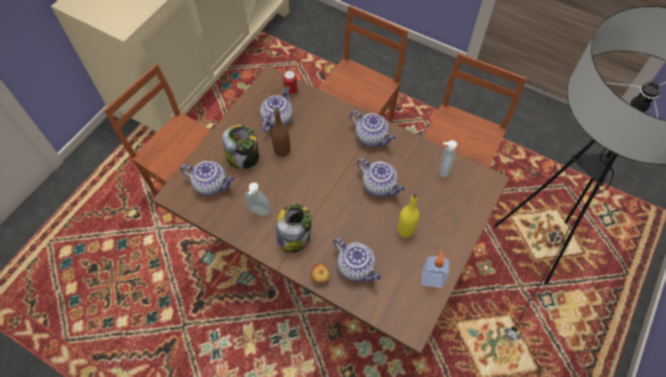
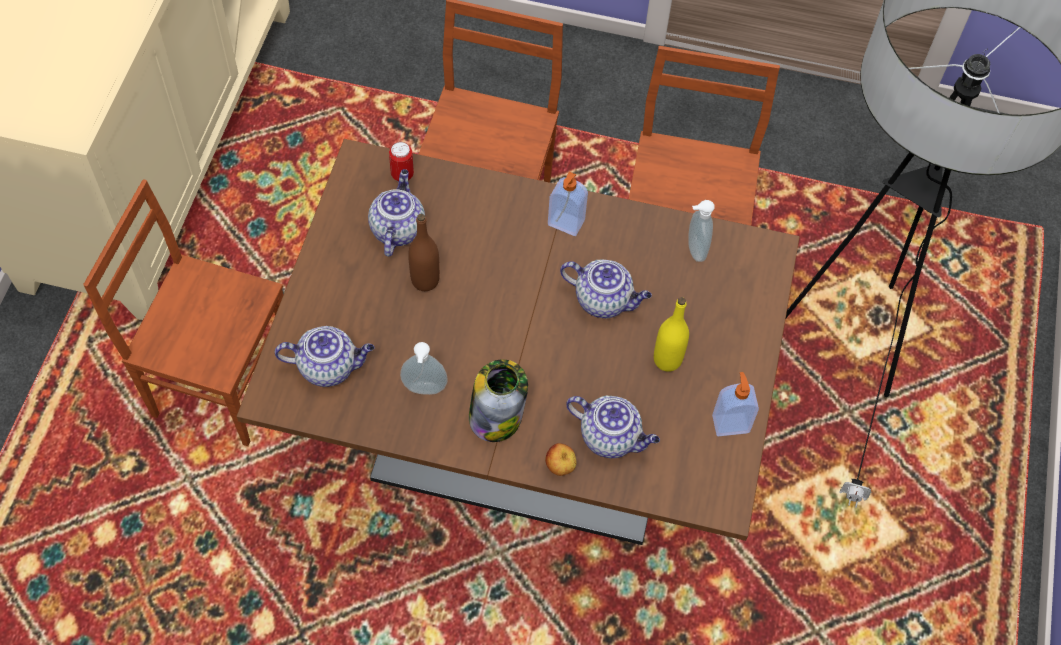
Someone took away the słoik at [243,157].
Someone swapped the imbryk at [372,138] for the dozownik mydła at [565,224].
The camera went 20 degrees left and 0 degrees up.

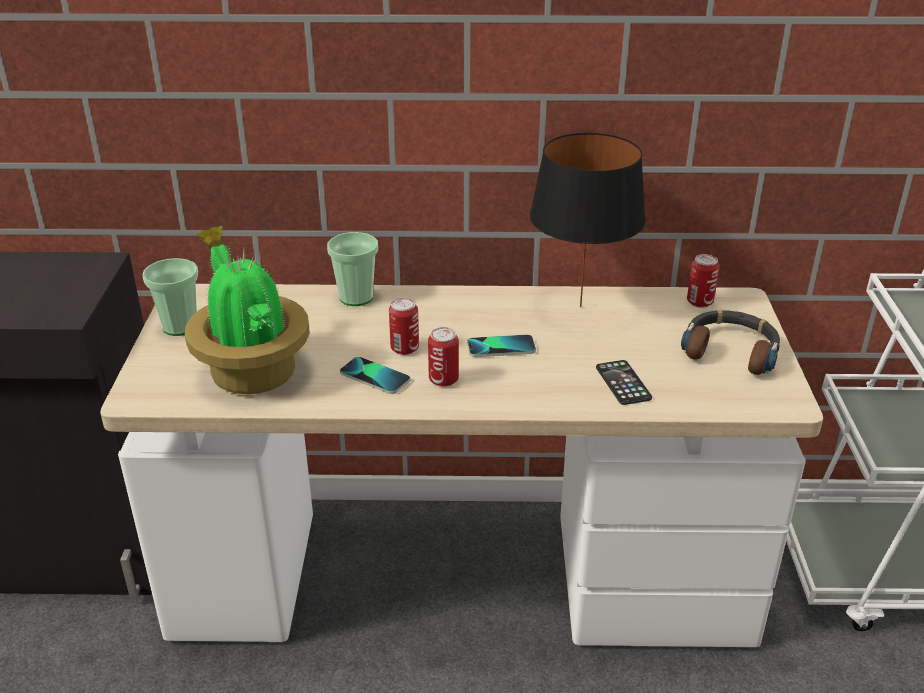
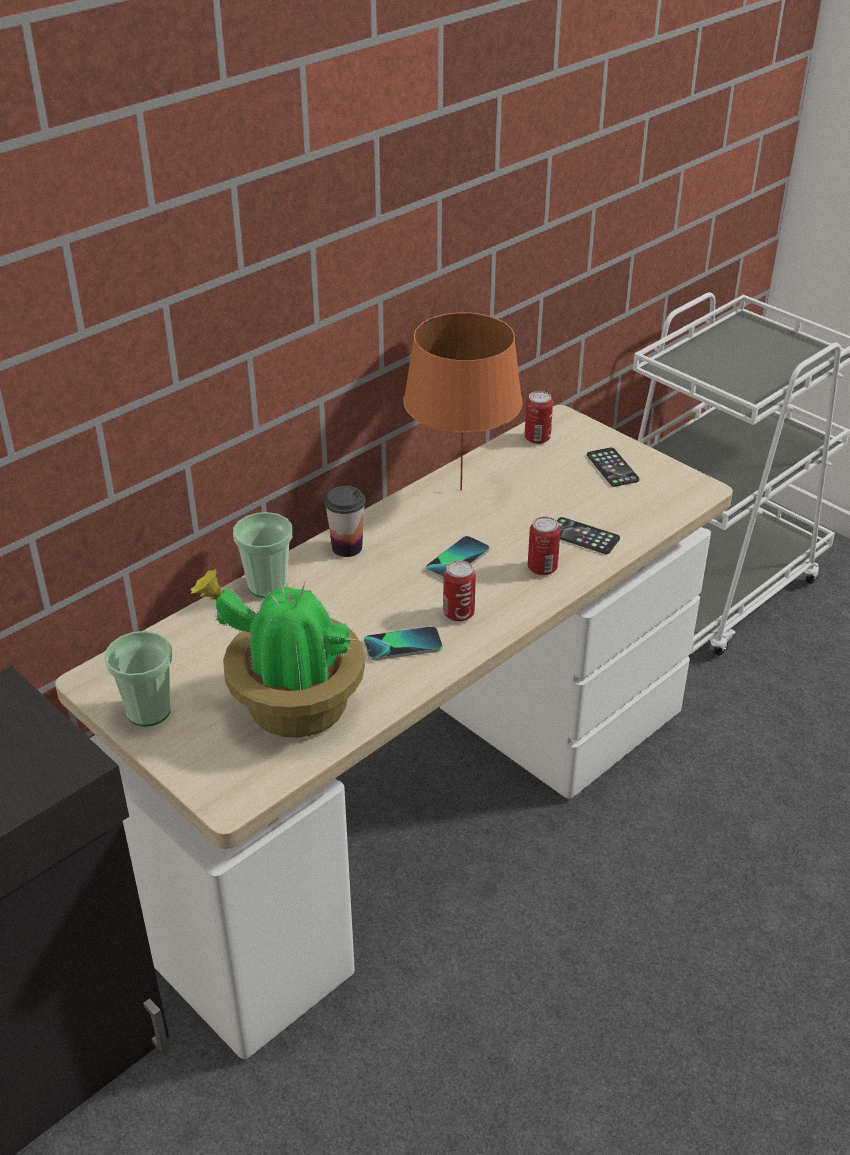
Someone put down the filiżanka at [347,547].
Someone carried the puszka from [404,348] to [542,568].
Someone swapped the słuchawki at [731,350] for the telefon at [612,468].
Someone repainted the lampa stołowa [czarny] at [580,307], which became the lampa stołowa [pomarańczowy] at [461,490].
The camera went 45 degrees left and 5 degrees up.

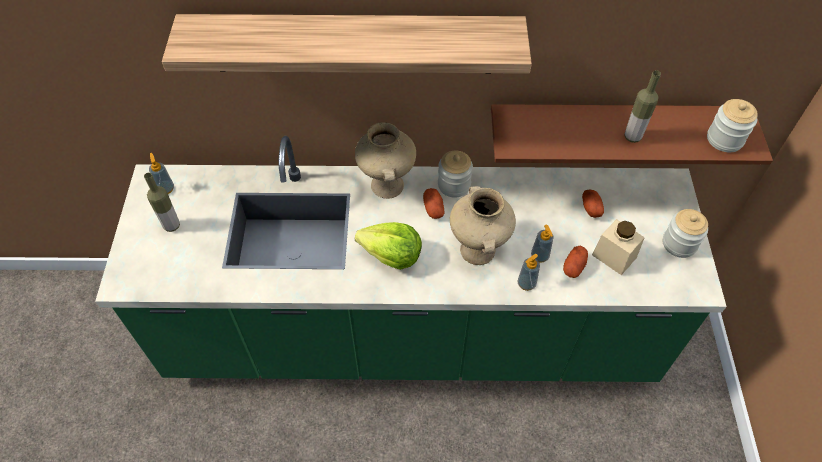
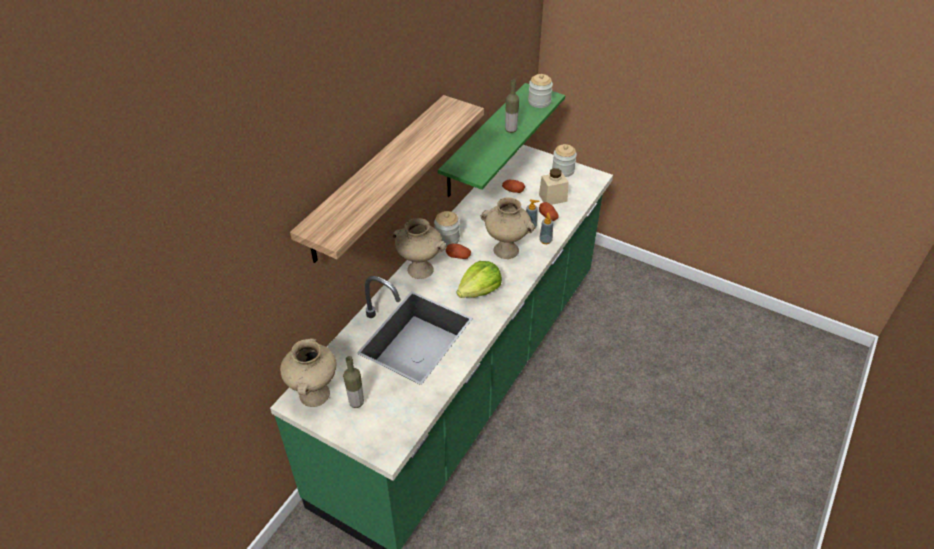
Someone swapped the dozownik mydła at [166,189] for the wazon [beżowy] at [315,395].
Someone repainted the półka [brązowy] at [614,127], which became the półka [zielony] at [483,141].
The camera went 60 degrees left and 10 degrees down.

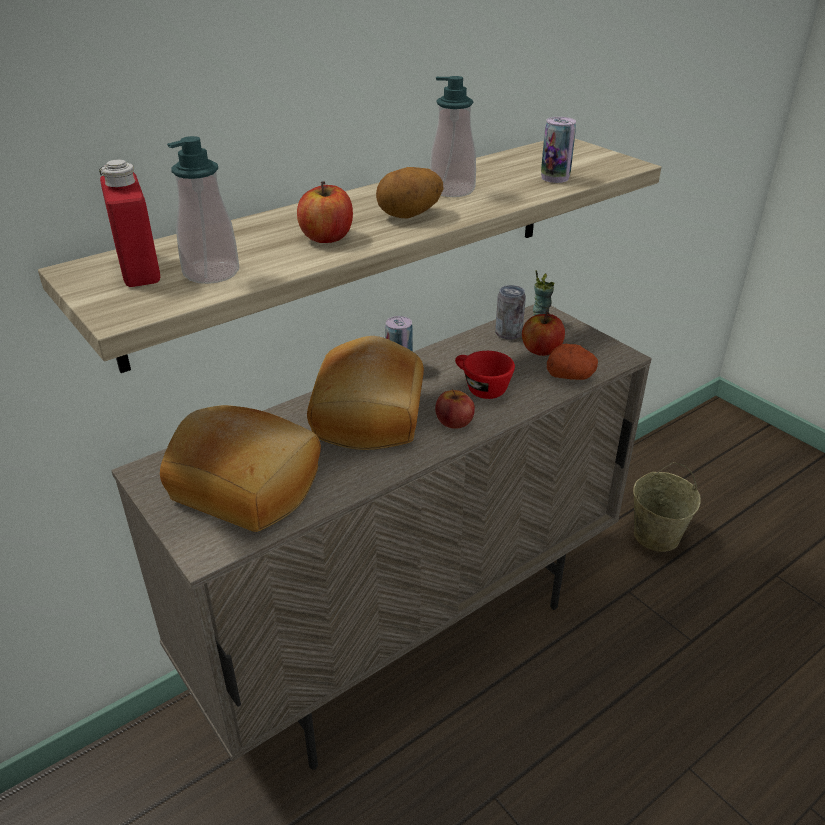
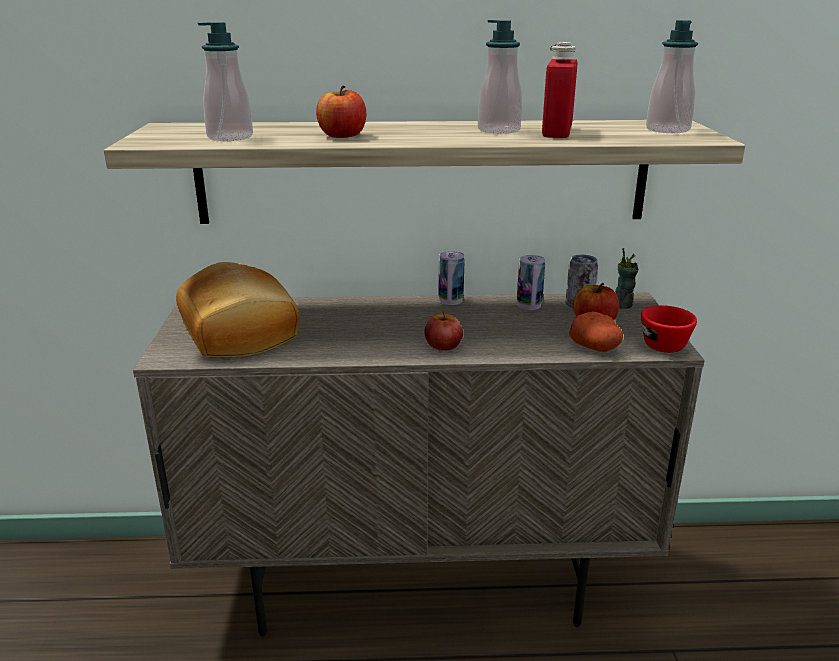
Someone took away the chleb at [372,416].
Someone took away the ziemniak at [410,215].
Someone took away the wiadro [beżowy] at [656,535].
Someone put down the dozownik mydła at [667,130].
Someone carried the butelka [czerwony] from [139,269] to [557,132].
Someone carried the filiżanka [czerwony] from [480,388] to [659,343].
Someone carried the puszka from [555,178] to [529,305].
The camera went 35 degrees right and 10 degrees down.

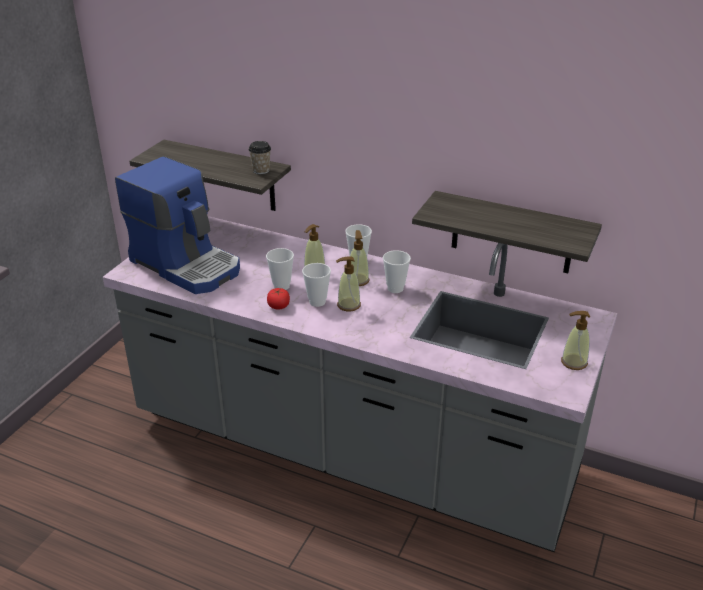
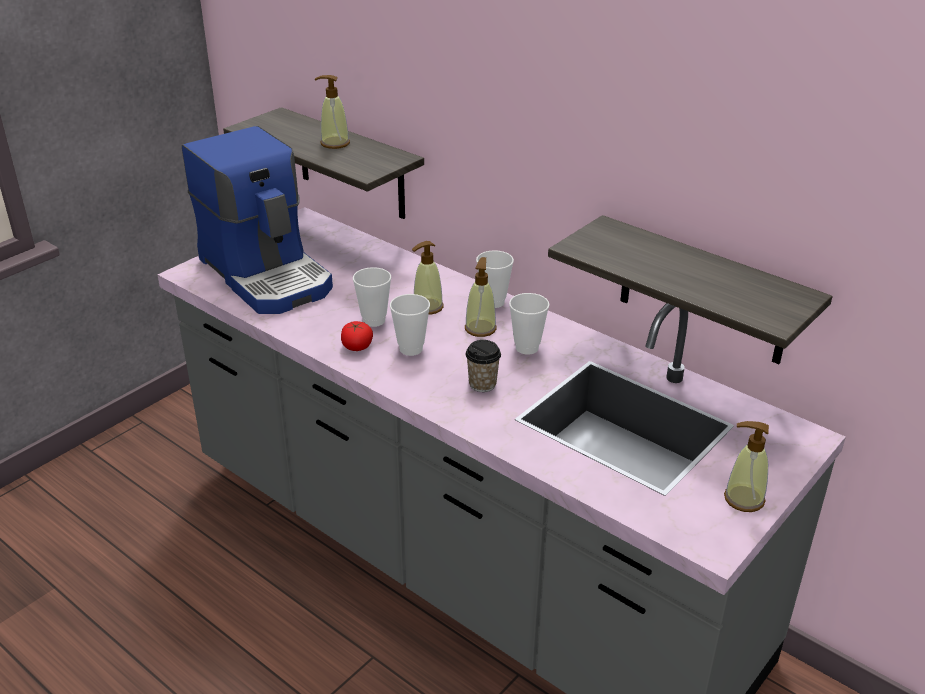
Someone carried the filiżanka from [261,170] to [482,384].
Someone carried the dozownik mydła from [348,305] to [334,143].
The camera went 15 degrees right and 0 degrees up.

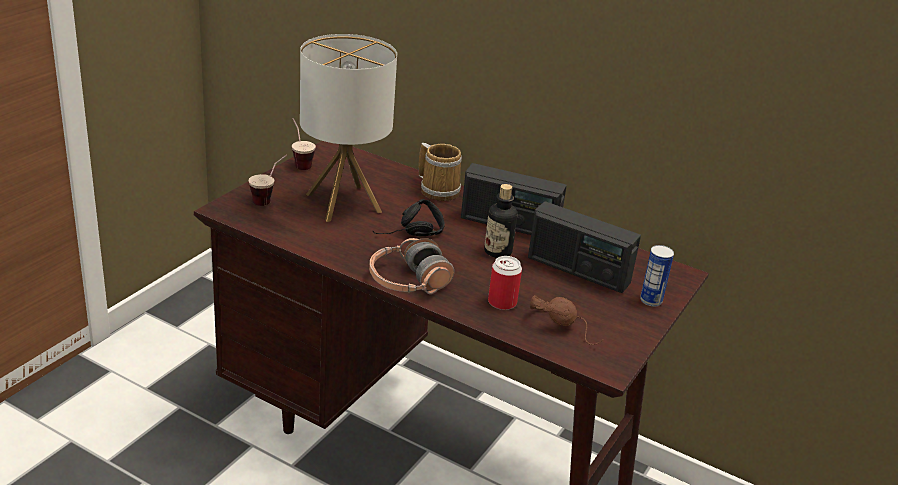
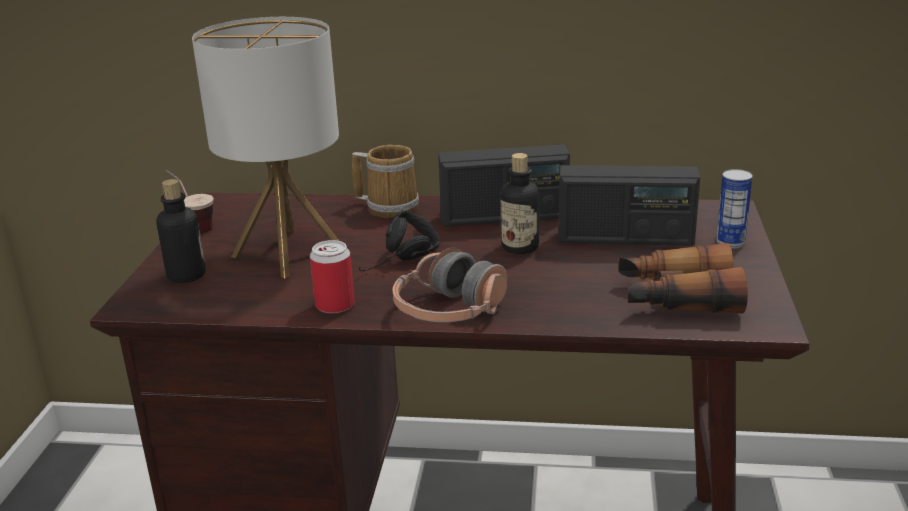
Someone carried the puszka from [502,302] to [335,305].
Someone swapped the filiżanka at [269,198] for the butelka at [186,275].
Someone swapped the słuchawki [brązowy] at [566,327] for the lornetka at [677,298].
The camera went 20 degrees left and 5 degrees down.

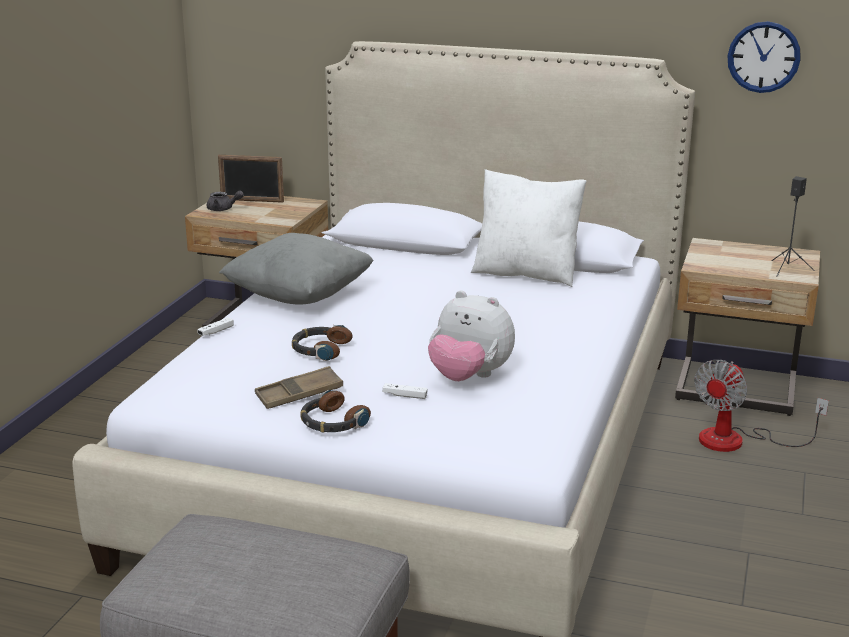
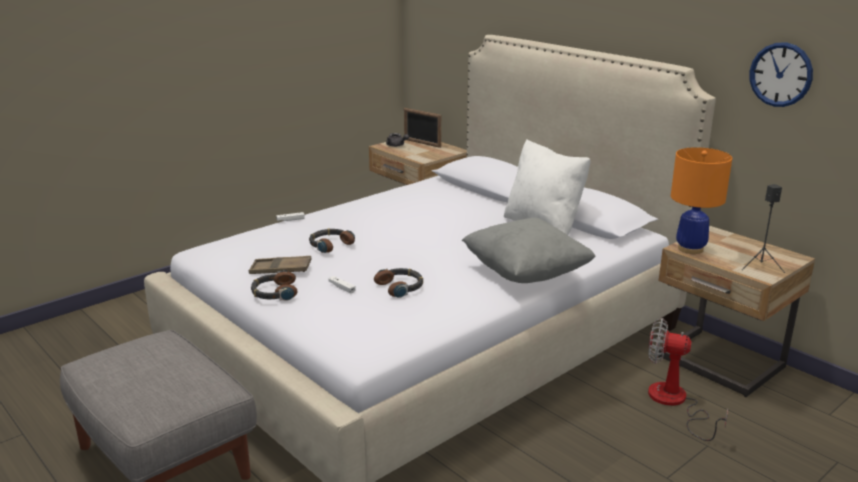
Someone put down the lampa stołowa [pomarańczowy] at [690,249].
Someone carried the poduszka [szary] from [299,296] to [526,273].
Someone swapped the pluszak at [469,377] for the słuchawki at [400,287].
Someone rotated the wentylator at [737,440] by 45 degrees clockwise.
The camera went 30 degrees right and 0 degrees up.

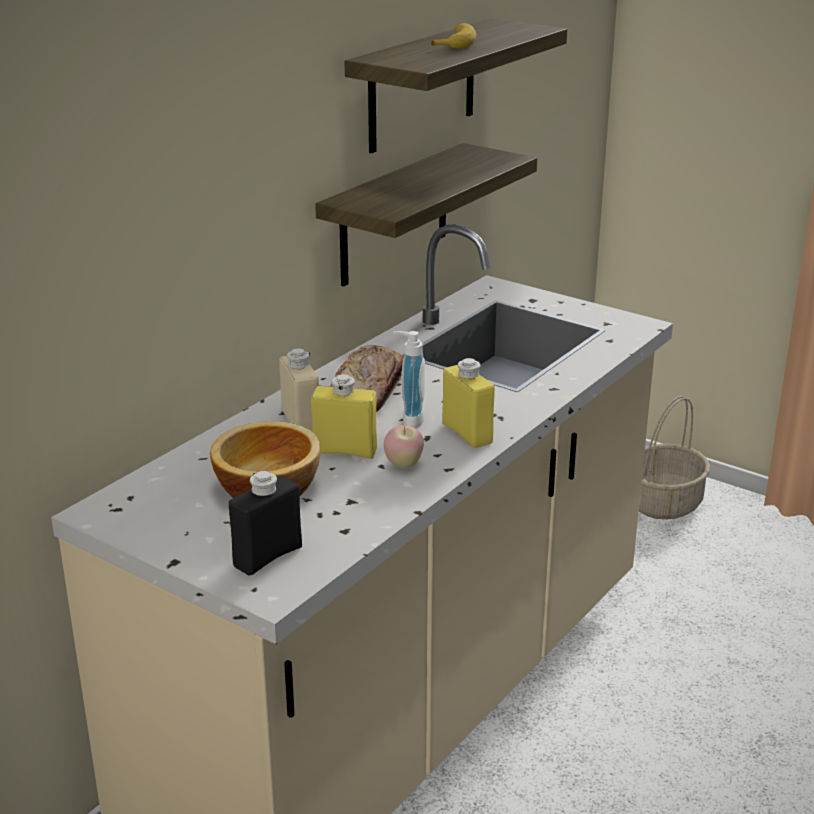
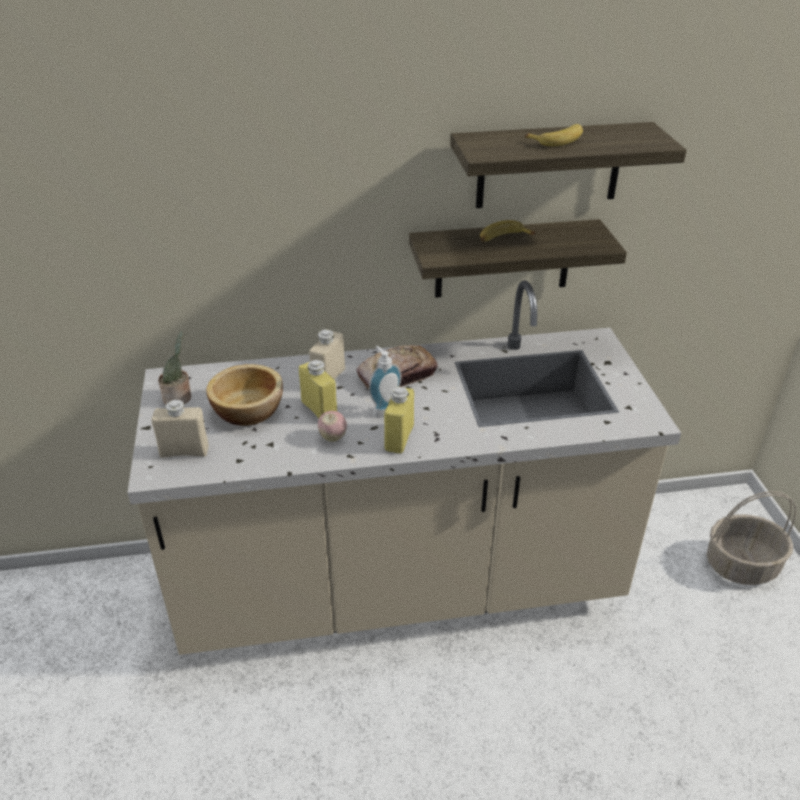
Someone put down the roślina doniczkowa at [179,398].
Someone put down the banan at [502,238].
Someone repainted the butelka [czarny] at [268,556], which became the butelka [beżowy] at [184,451].
The camera went 45 degrees right and 10 degrees up.

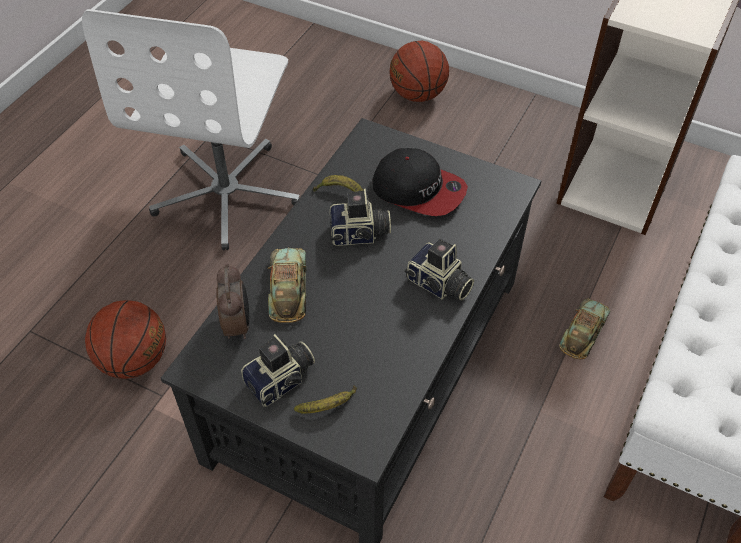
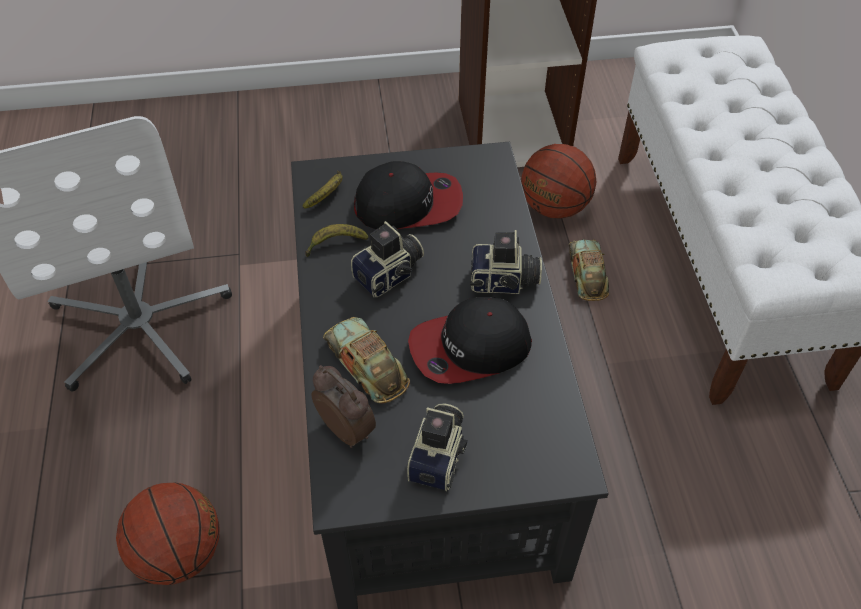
Someone put down the czapka z daszkiem at [470,348].
Someone carried the banan from [328,406] to [327,194].
Someone carried the piłka do koszykówki from [417,94] to [554,207].
The camera went 35 degrees left and 0 degrees up.

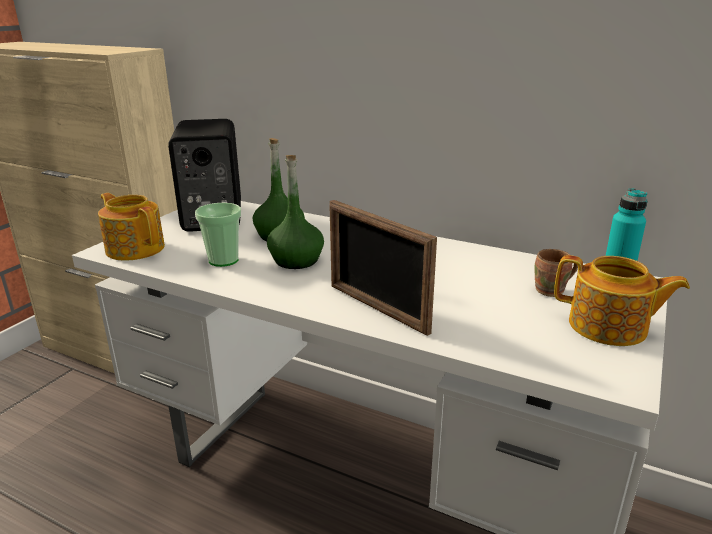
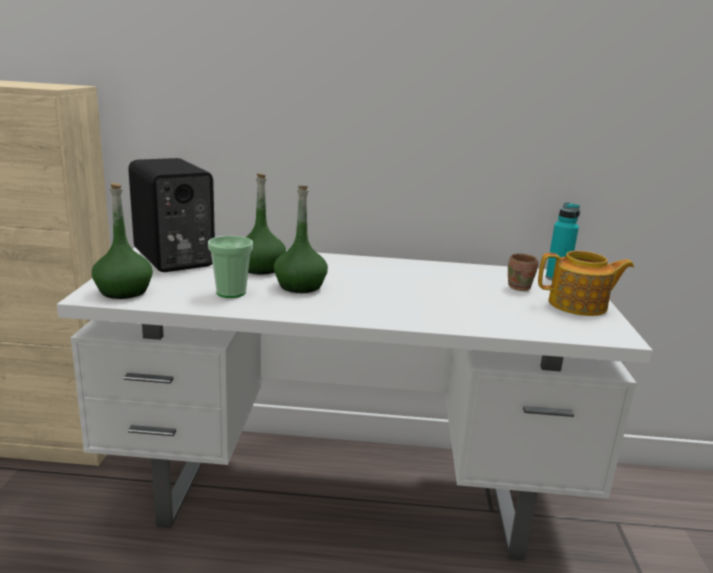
Someone took away the ramka na zdjęcie at [377,308].
Someone swapped the imbryk at [135,248] for the butelka [zielony] at [124,291].
The camera went 25 degrees left and 5 degrees down.

